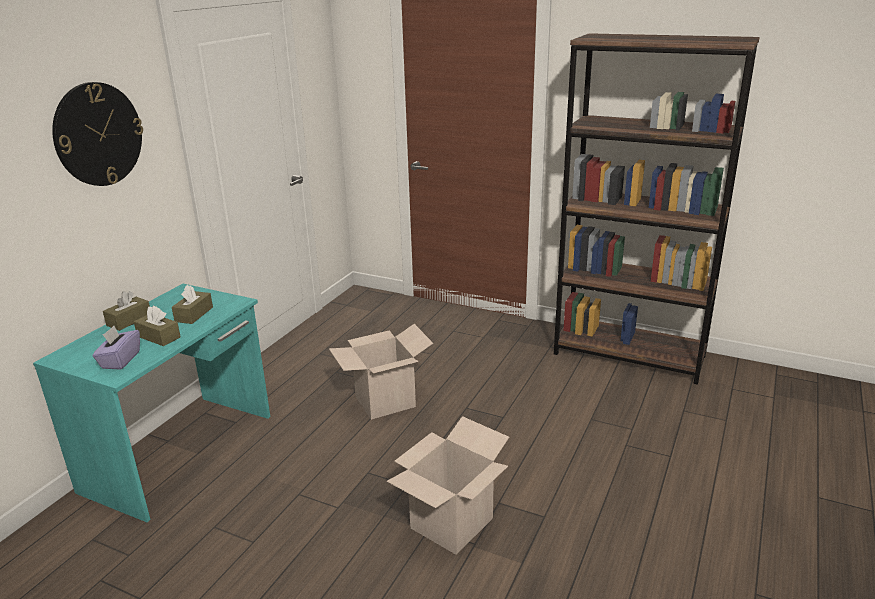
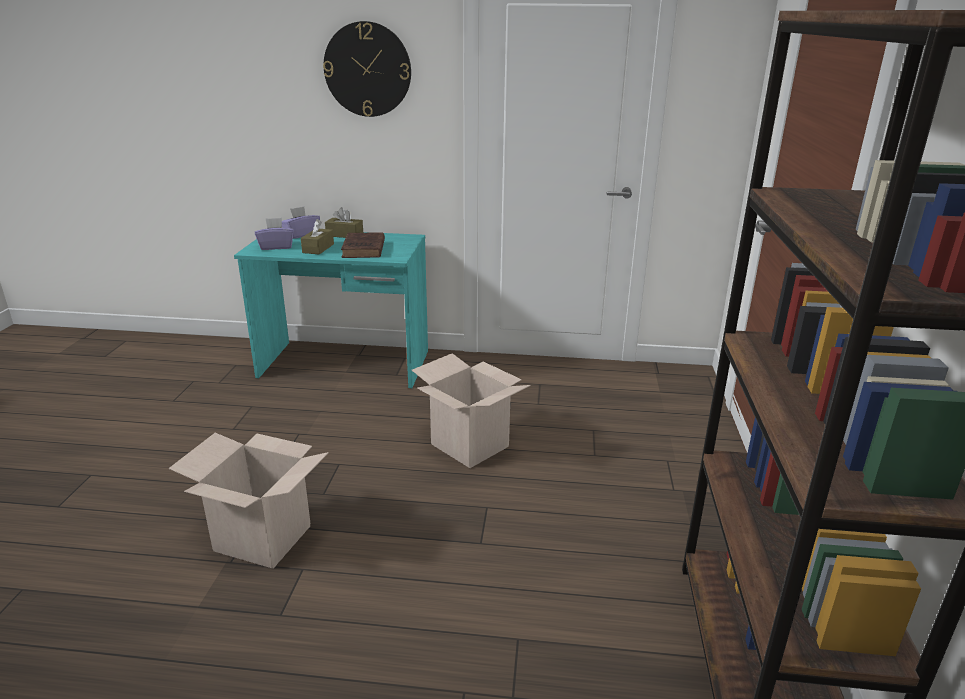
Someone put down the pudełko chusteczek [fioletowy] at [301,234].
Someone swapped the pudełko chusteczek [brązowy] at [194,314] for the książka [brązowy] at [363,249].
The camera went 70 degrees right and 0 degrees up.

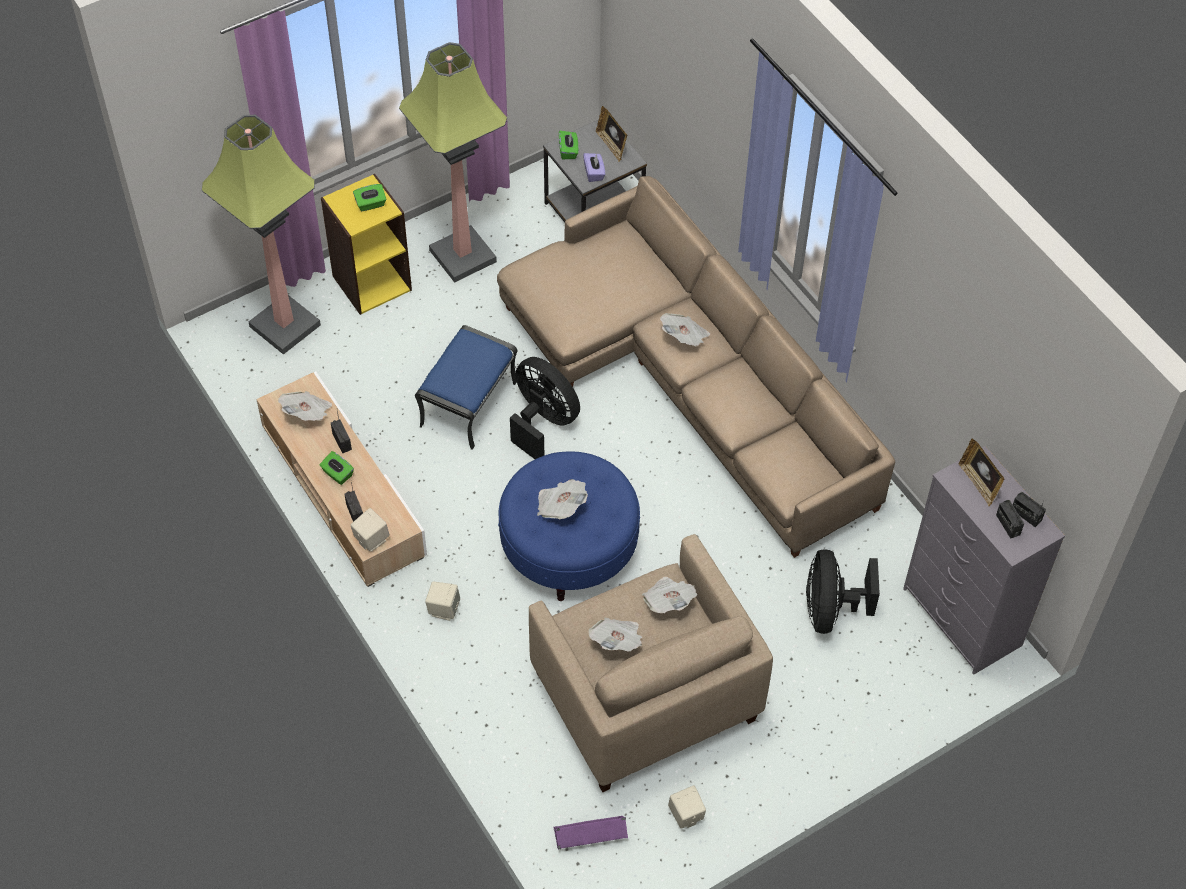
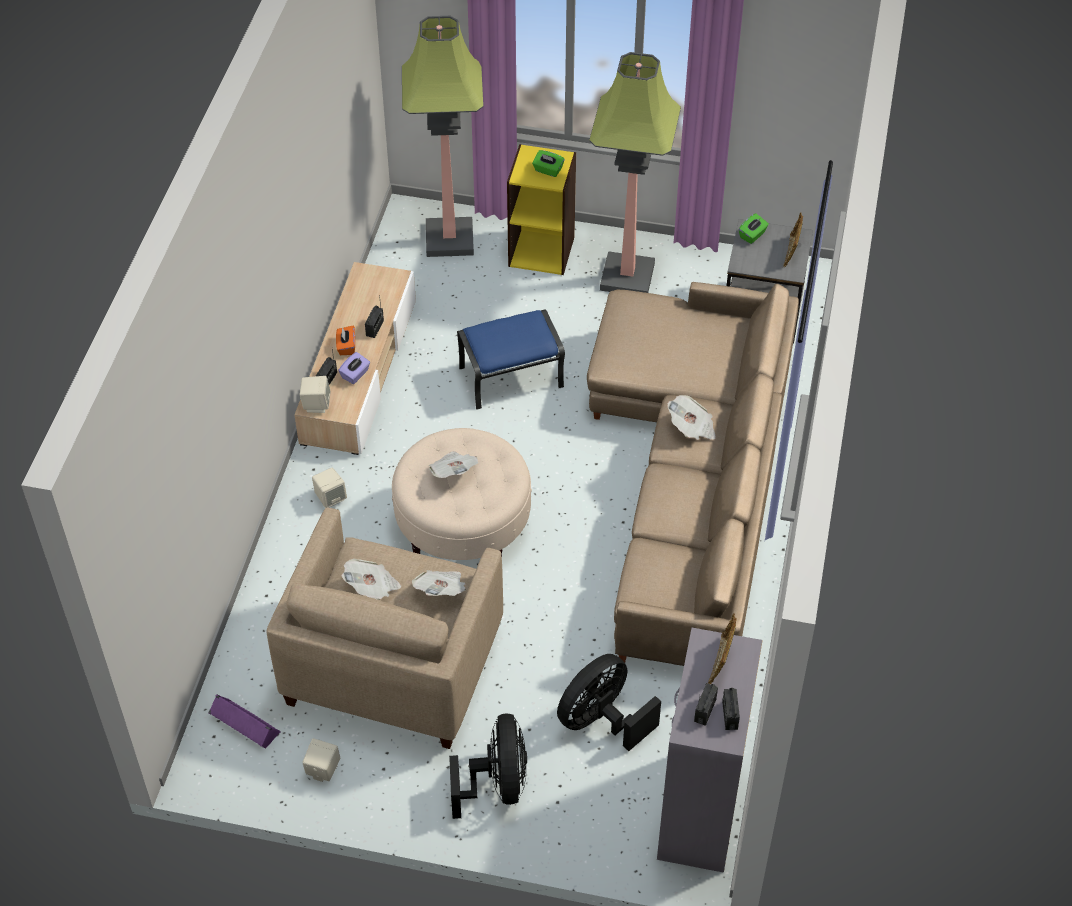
Someone took away the gazeta at [307,413].
Someone carried the wentylator [czarny] from [543,422] to [497,785].
Someone carried the pudełko chusteczek [fioletowy] from [594,173] to [355,374].
Someone repainted the pudełko chusteczek [zielony] at [337,474], which became the pudełko chusteczek [pomarańczowy] at [346,347].
Someone repainted the pufa [niebieski] at [568,548], which became the pufa [beżowy] at [463,525].
The camera went 45 degrees right and 5 degrees down.

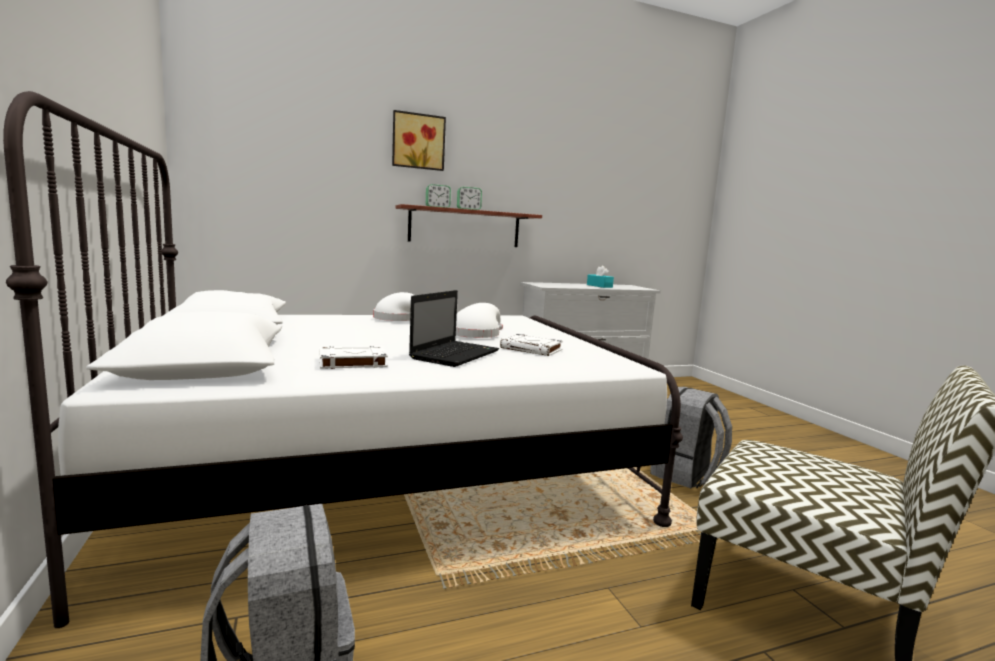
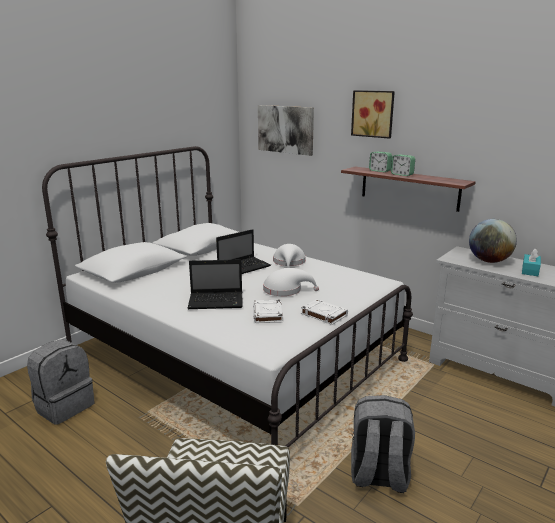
Someone put down the laptop at [244,267].
Someone put up the obraz at [285,129].
Someone put down the globus at [489,261].
Someone carried the książka [biały] from [352,362] to [323,314].
The camera went 60 degrees right and 10 degrees up.

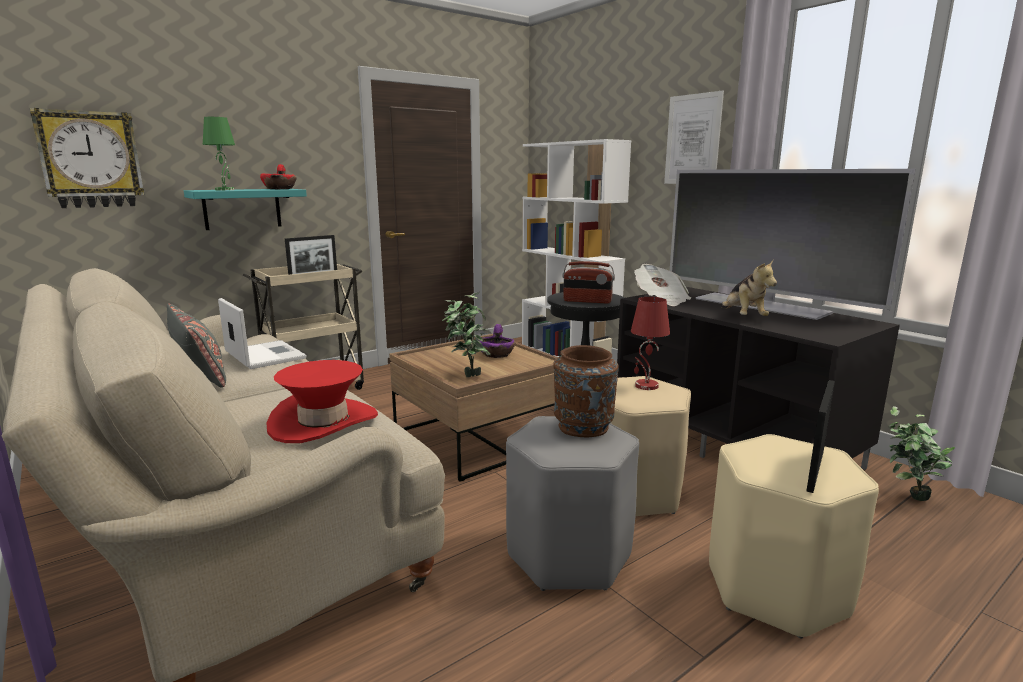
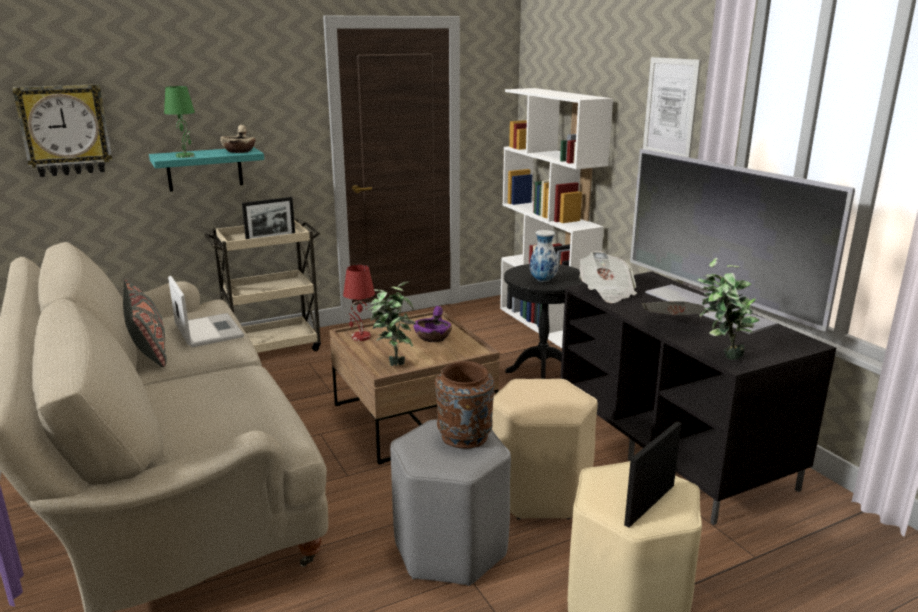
Someone took away the kapelusz [czerwony] at [323,422].
Someone carried the lampa stołowa [czerwony] from [646,386] to [360,337].
Someone carried the roślina doniczkowa from [907,497] to [720,356].
Someone swapped the radio at [587,301] for the wazon at [543,280].
Someone swapped the pluszak at [743,317] for the gazeta at [672,325].
Someone repainted the miska [czerwony] at [280,189], which became the miska [beżowy] at [239,151].
The camera went 10 degrees right and 5 degrees up.

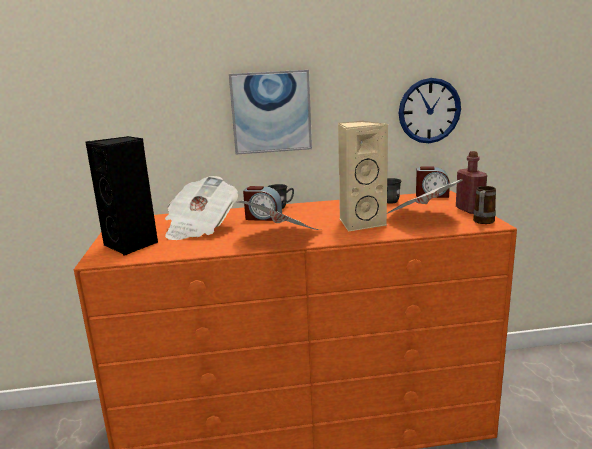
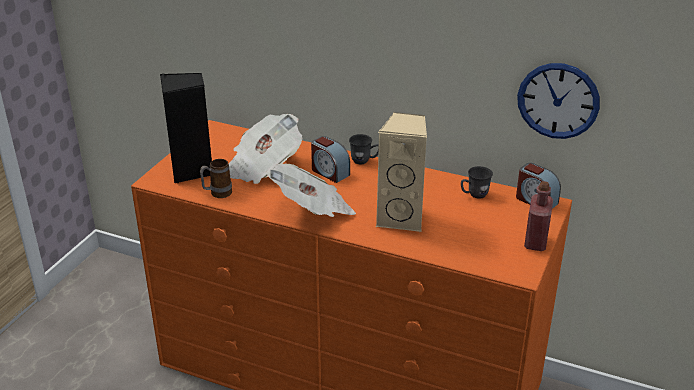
Someone took away the obraz at [271,112].
Someone took away the gazeta at [420,218].
Someone carried the kubek from [482,222] to [217,194].
The camera went 30 degrees right and 15 degrees up.

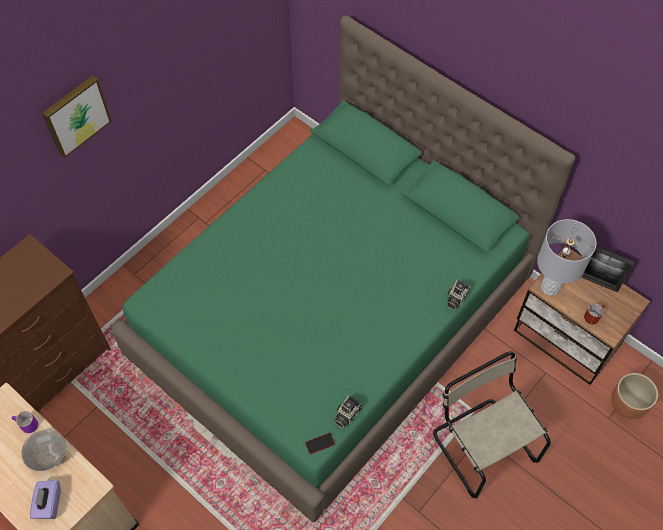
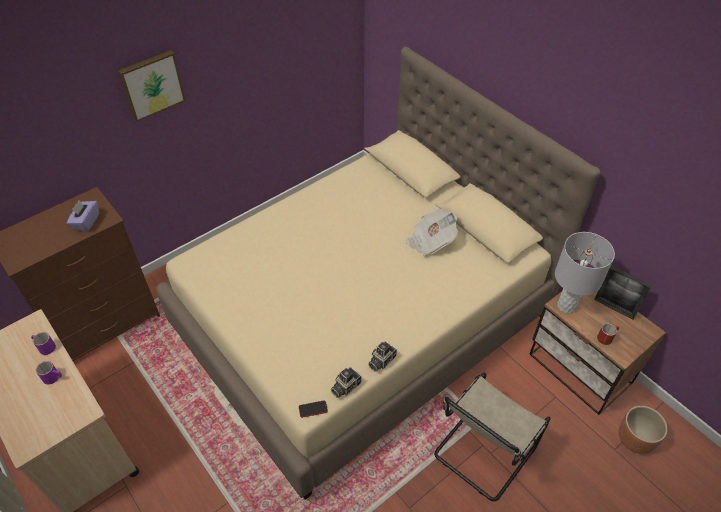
Someone put down the gazeta at [430,241].
Someone carried the pudełko chusteczek [fioletowy] from [48,504] to [86,222].
Someone carried the aparat fotograficzny from [455,298] to [381,360].
Someone swapped the miska [szary] at [48,455] for the kubek [fioletowy] at [54,377].
Someone repainted the łóżko [zielony] at [332,319], which became the łóżko [beżowy] at [361,320].
Someone rotated the krzesło [beżowy] at [481,444] by 120 degrees counterclockwise.
The camera went 10 degrees right and 10 degrees down.

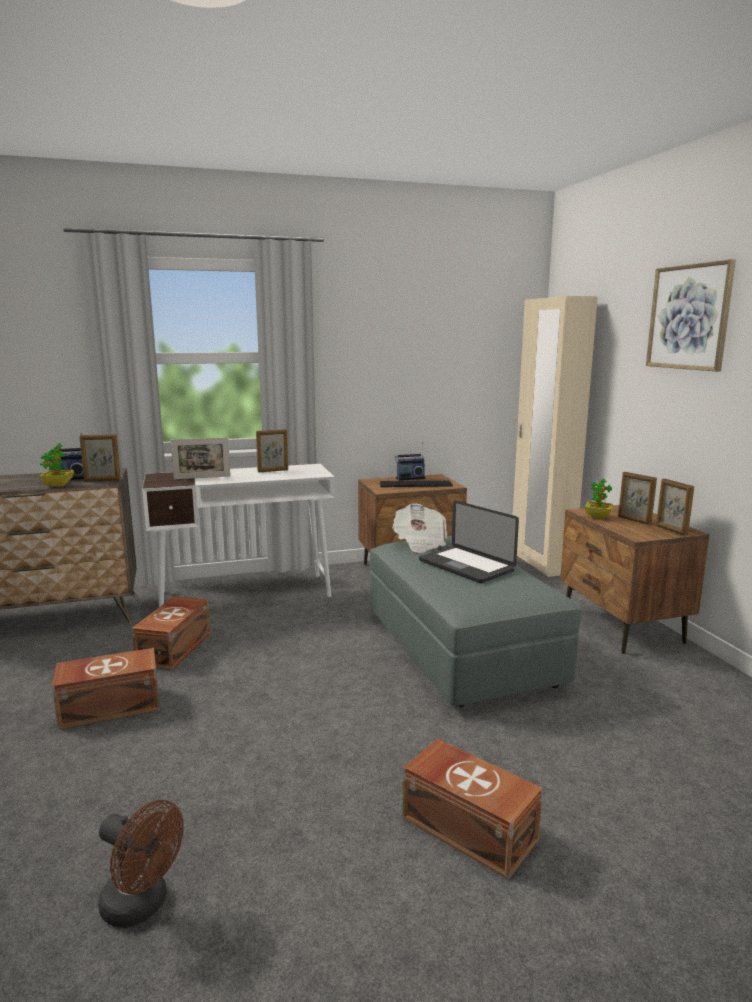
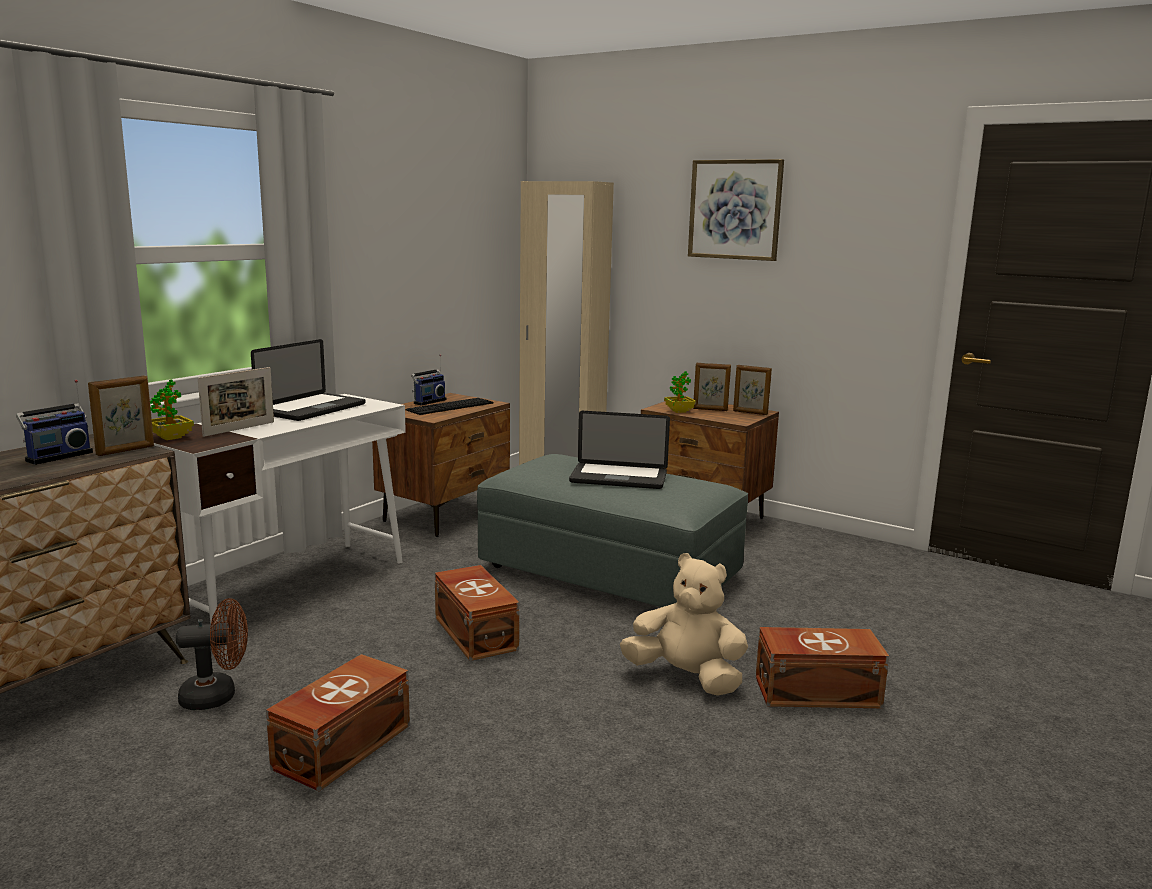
Someone took away the gazeta at [419,543].
Someone put down the pluszak [beżowy] at [686,678].
Someone carried the roślina doniczkowa from [58,485] to [171,437].
Someone carried the wentylator [brązowy] from [142,905] to [217,696].
Someone carried the pojemnik do przechowywania [brązowy] from [176,648] to [476,632].
Someone swapped the ramka na zdjęcie at [273,471] for the laptop at [312,409].
The camera went 40 degrees left and 0 degrees up.

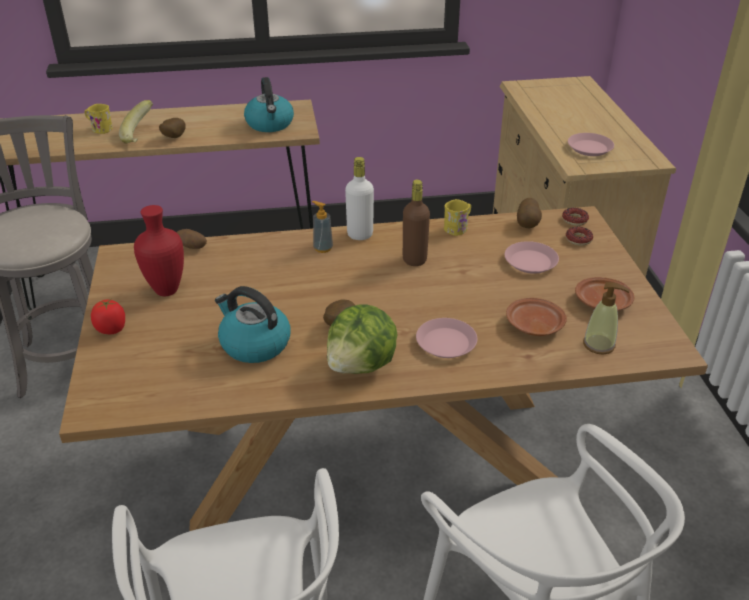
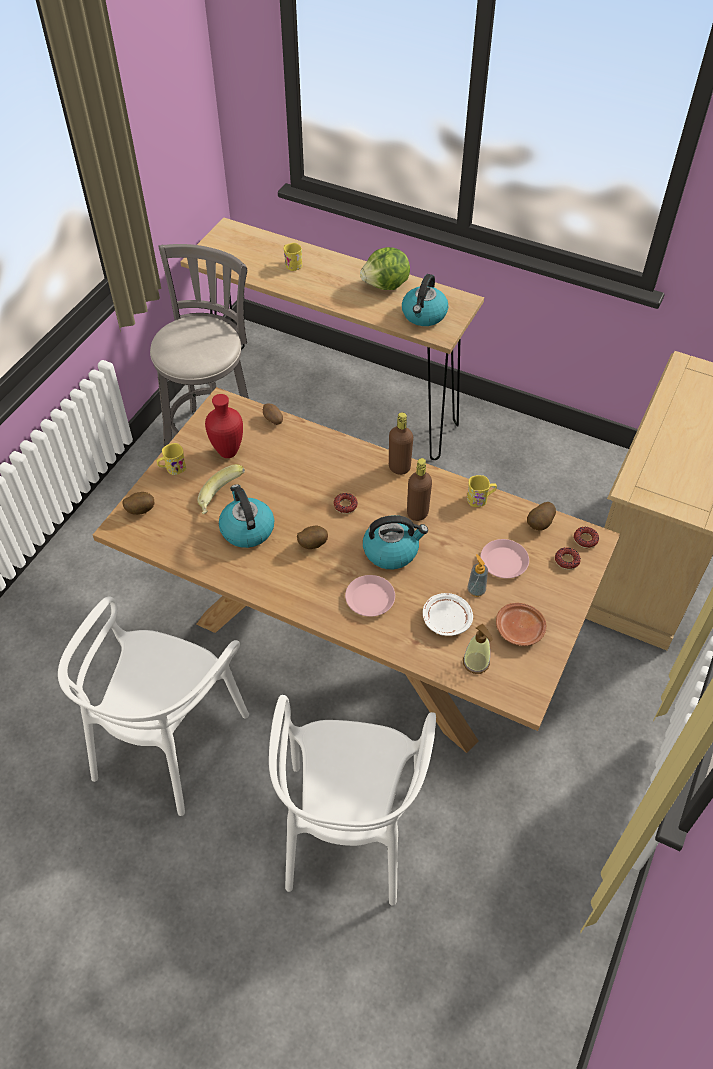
Someone took away the talerz [różowy] at [589,148].
Someone put down the donut at [345,505].
Someone put down the czajnik at [391,551].
Someone carried the banan from [141,136] to [222,500].
Someone carried the ziemniak from [173,138] to [140,510].
Someone carried the dozownik mydła from [323,248] to [476,590].
Someone carried the sałata from [362,365] to [386,286].
Someone swapped the pomidor at [111,329] for the kubek [żółty] at [172,469].
Someone repainted the butelka [biały] at [360,235], which became the butelka [brązowy] at [399,467].
Someone repainted the talerz [brązowy] at [533,325], which became the talerz [biały] at [446,619].
The camera went 35 degrees right and 15 degrees up.

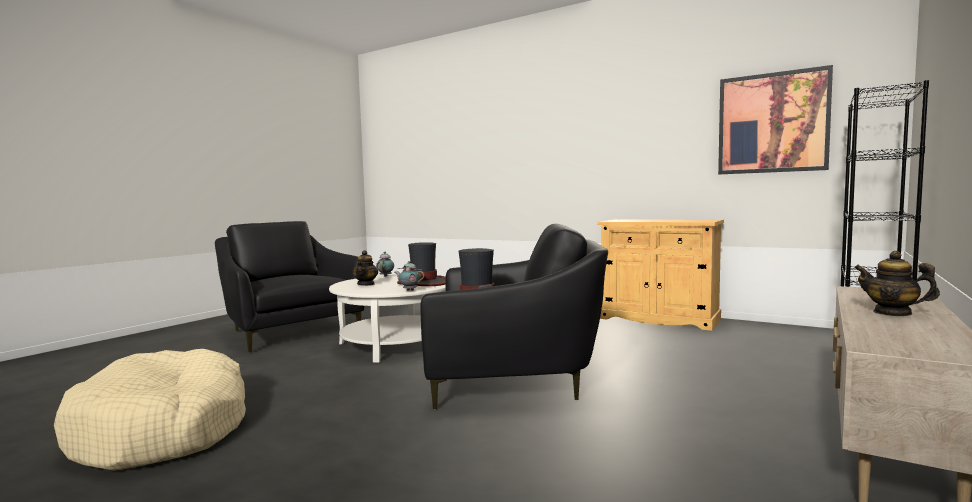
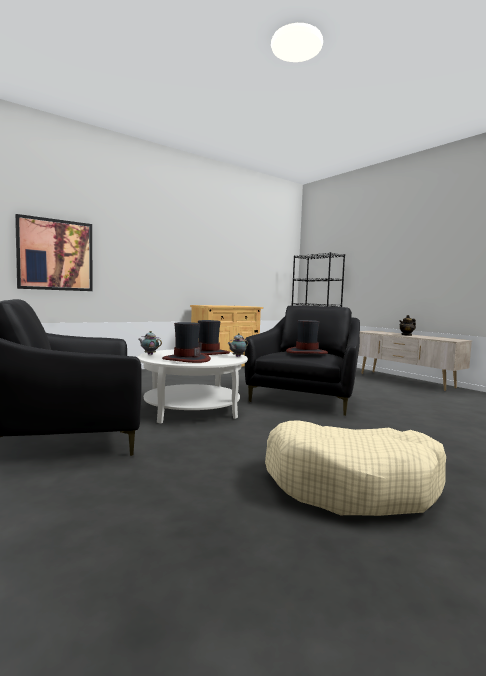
Someone carried the obraz from [772,123] to [55,255].
Someone swapped the imbryk at [366,284] for the kapelusz at [186,359].
The camera went 70 degrees left and 0 degrees up.

